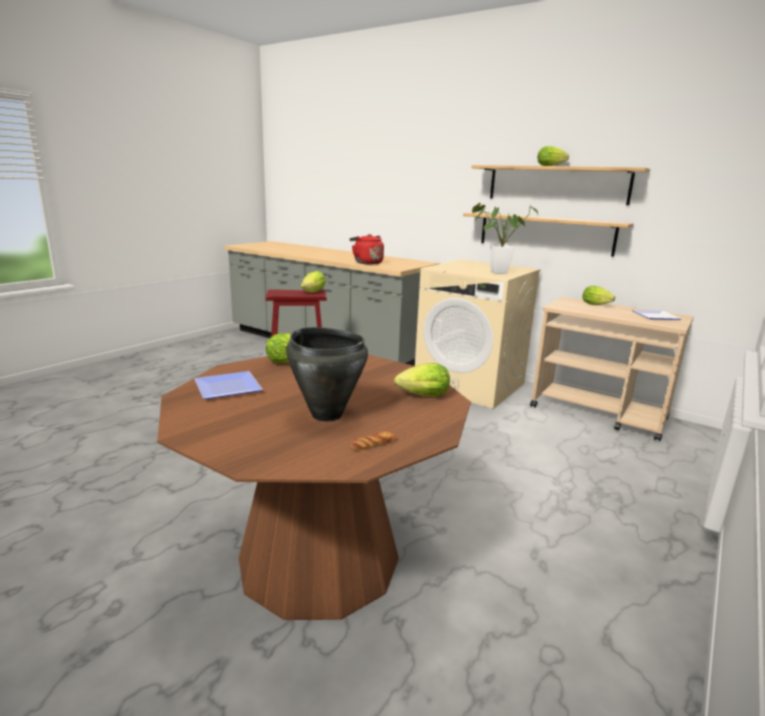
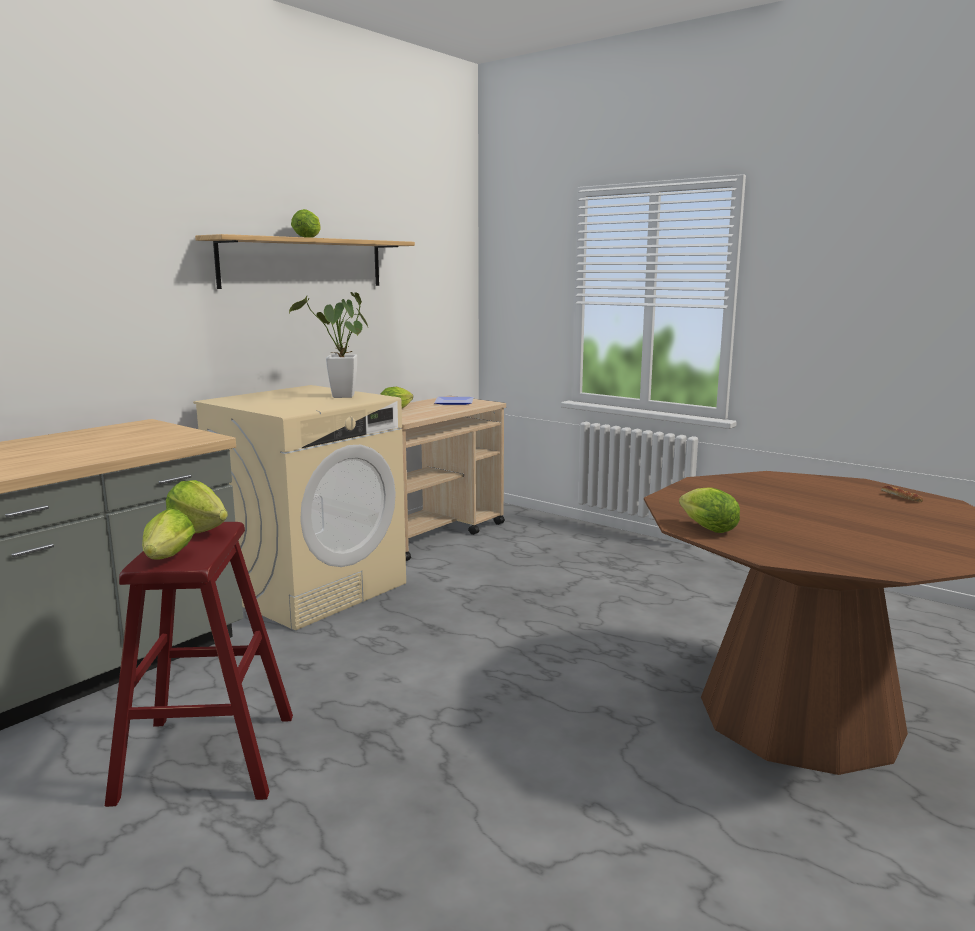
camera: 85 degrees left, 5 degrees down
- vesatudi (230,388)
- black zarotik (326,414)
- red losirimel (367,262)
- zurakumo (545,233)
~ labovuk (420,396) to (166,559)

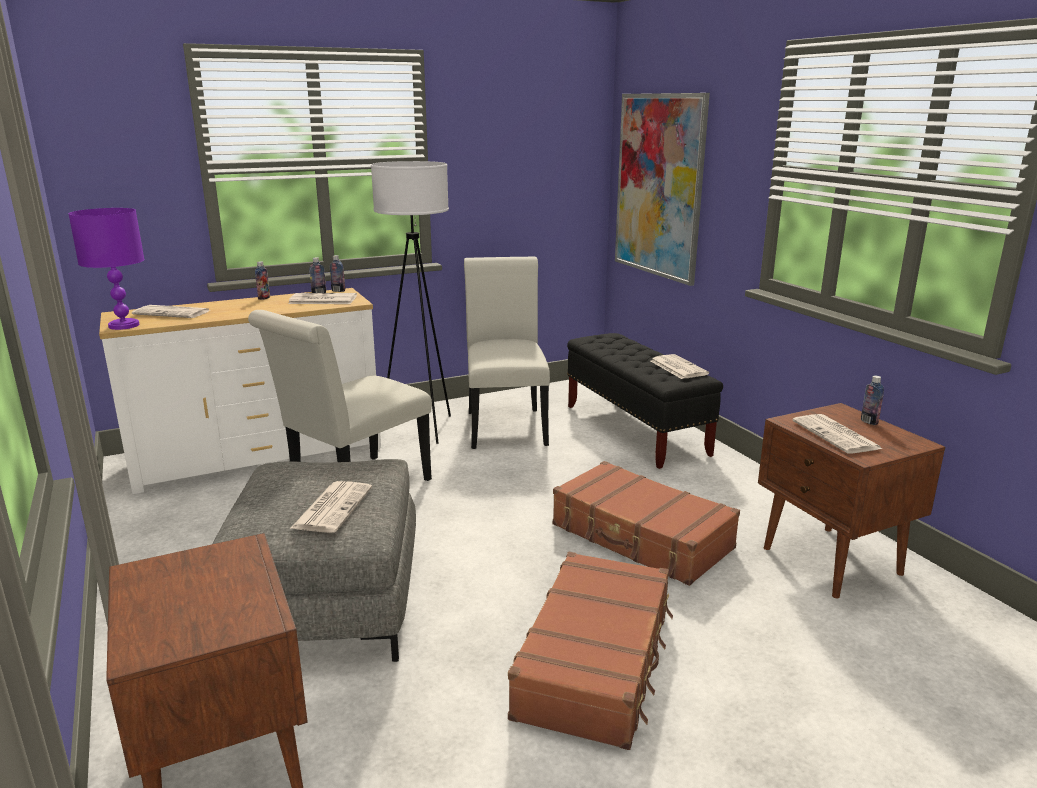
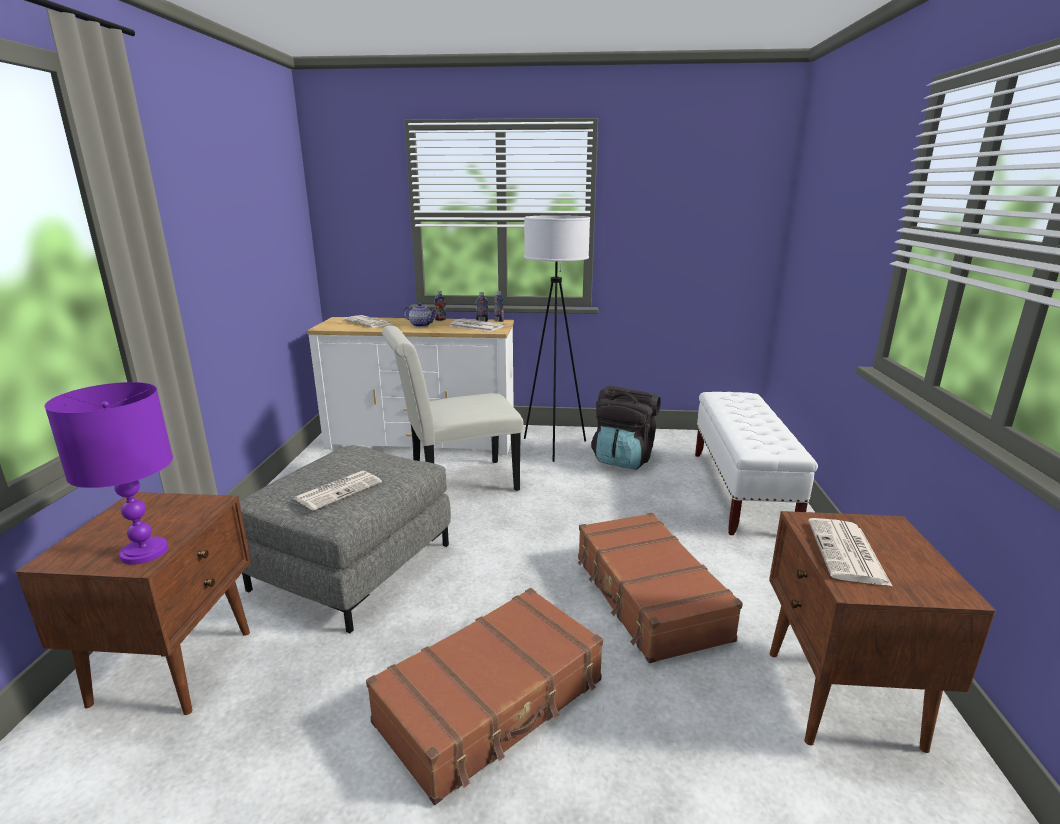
camera: 30 degrees right, 0 degrees up
- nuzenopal (659,186)
- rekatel (677,367)
- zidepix (869,421)
+ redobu (421,325)
~ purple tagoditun (123,326) to (143,552)
~ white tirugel (505,425) to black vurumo (623,459)
~ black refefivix (635,430) to white refefivix (741,492)

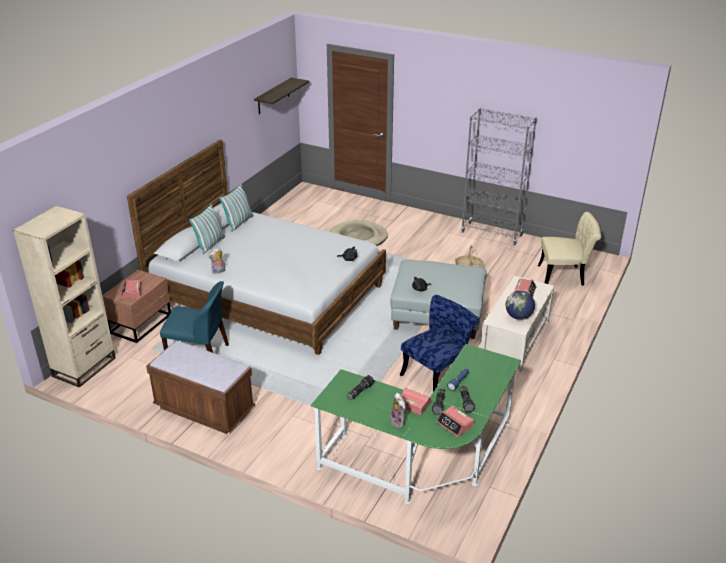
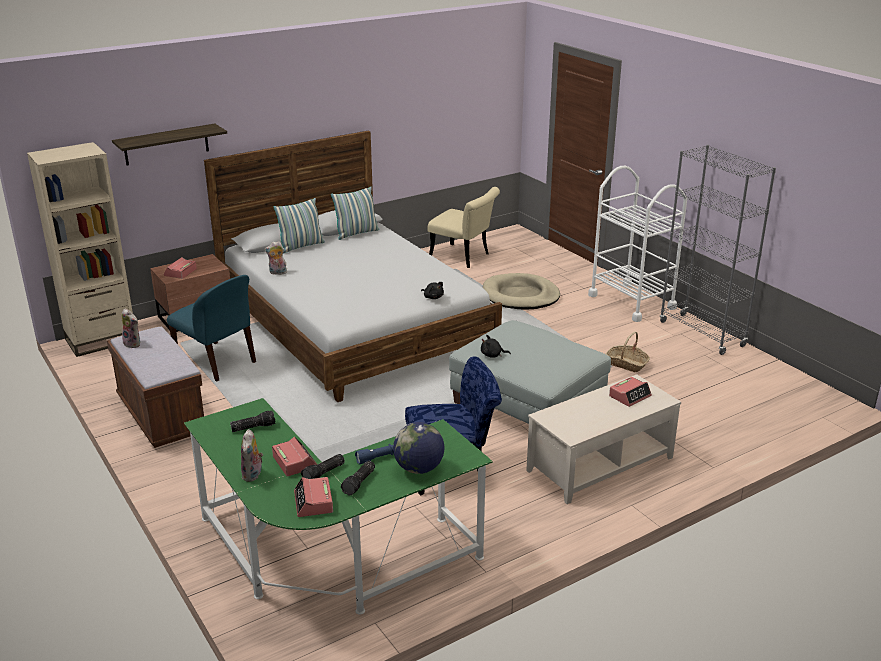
camera: 30 degrees right, 5 degrees down
+ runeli (133,344)
+ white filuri (631,301)
~ zurakumo (273,96) to (166,144)
~ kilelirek (518,317) to (419,468)
~ beige tirugel (565,276) to (463,258)

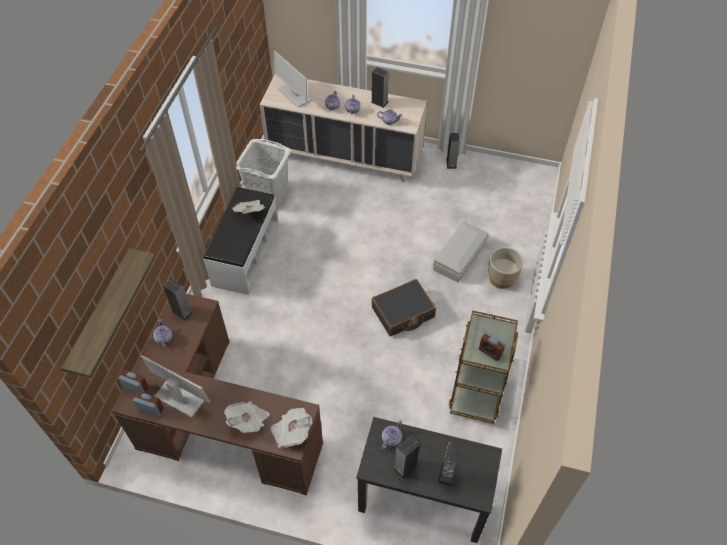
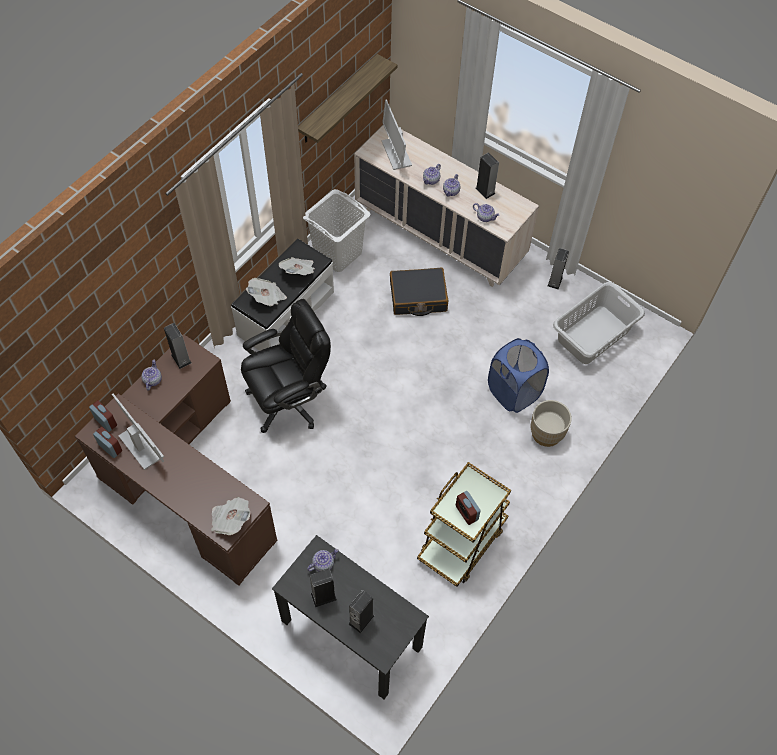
camera: 20 degrees right, 5 degrees up
+ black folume (289,399)
+ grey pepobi (594,335)
~ zurakumo (101,313) to (338,100)
~ rekatel (248,421) to (267,298)
~ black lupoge (403,313) to (418,297)
~ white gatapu (461,256) to blue pepobi (513,392)

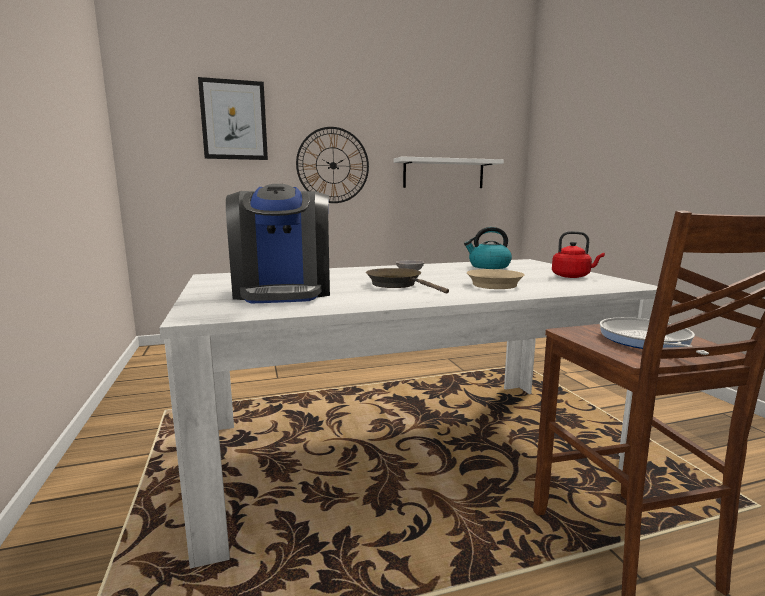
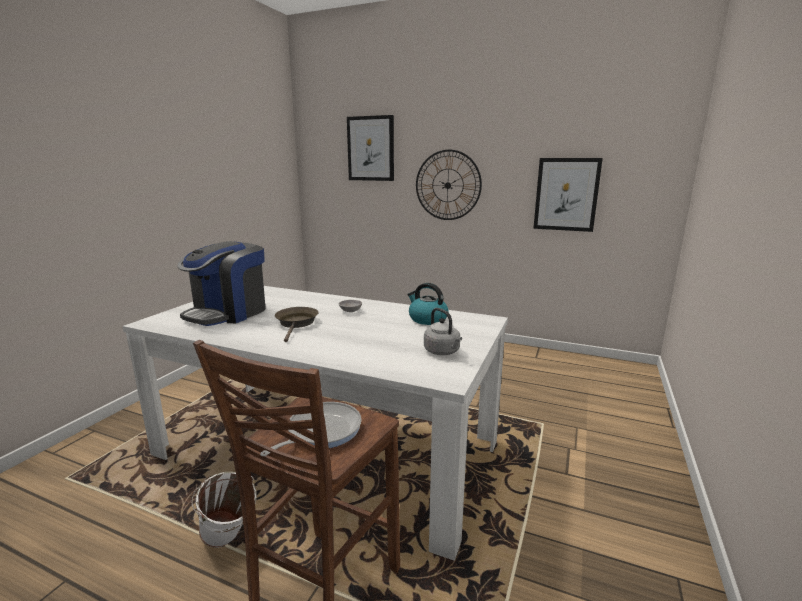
camera: 40 degrees right, 5 degrees up
- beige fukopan (494,284)
+ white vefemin (229,541)
~ white zurakumo (443,174) to nuzenopal (566,194)
~ red losirimel (572,276) to grey losirimel (443,352)

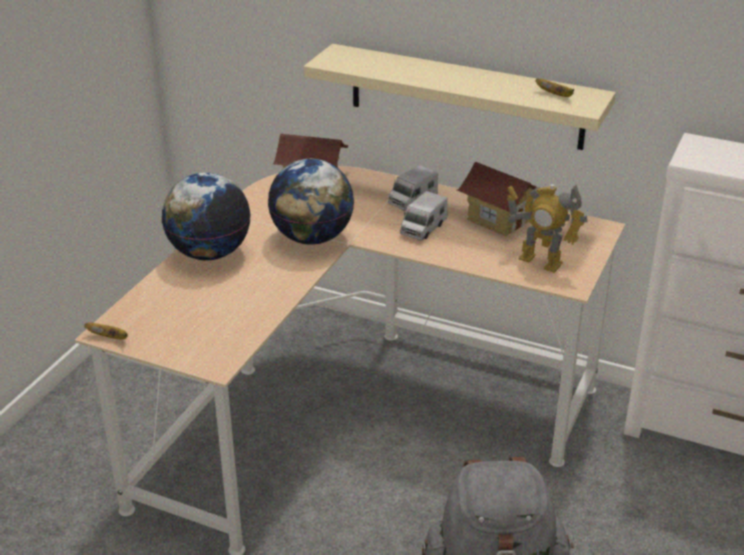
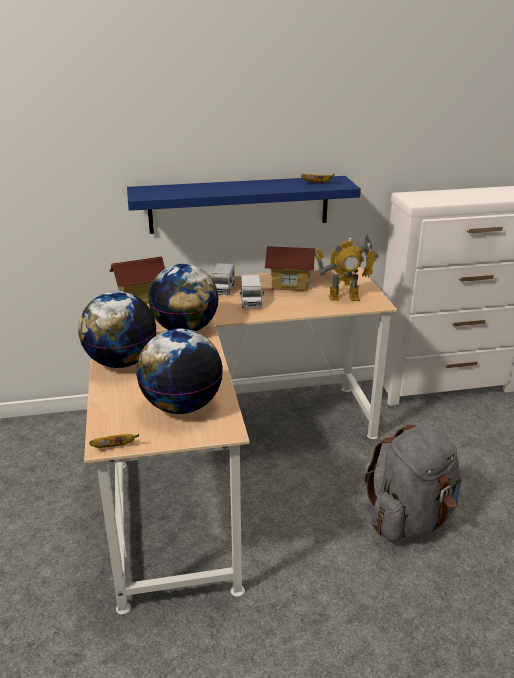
camera: 35 degrees left, 5 degrees down
+ kilelirek (182,406)
~ beige zurakumo (465,96) to blue zurakumo (239,204)

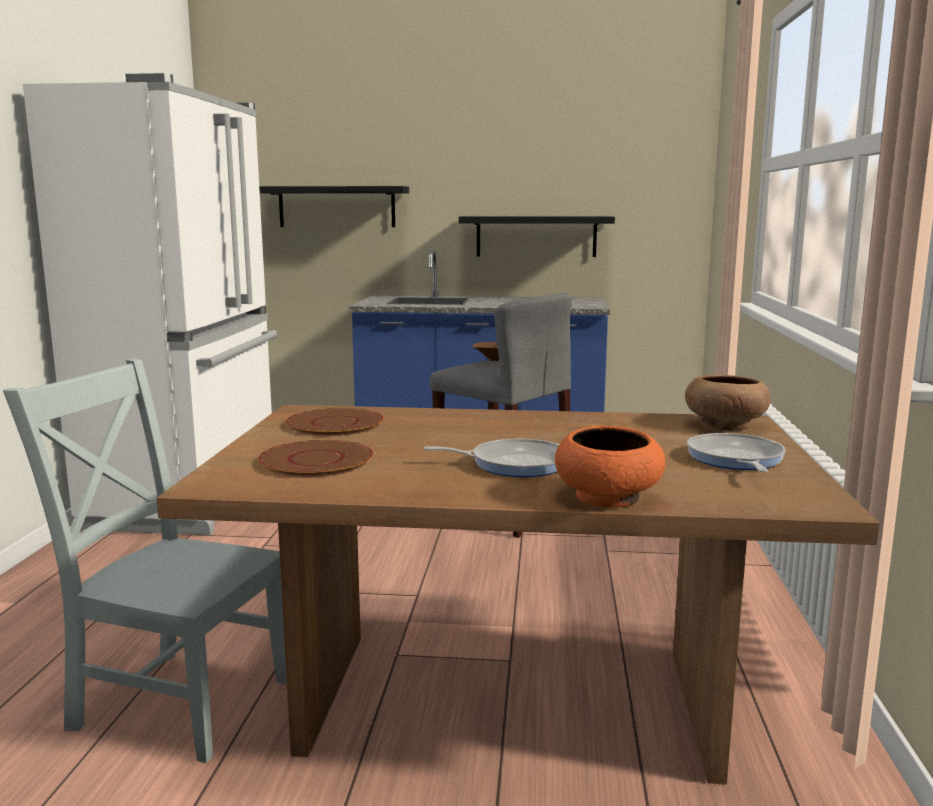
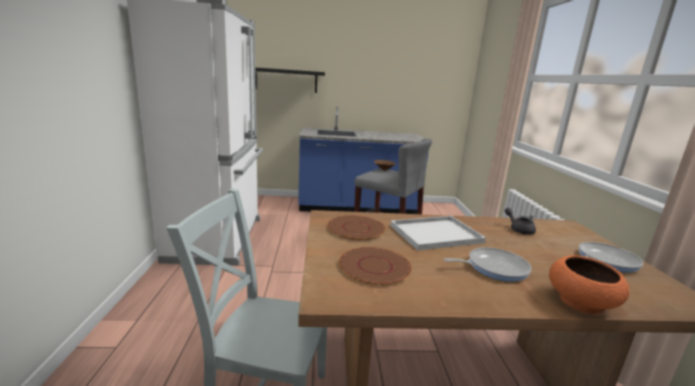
camera: 10 degrees left, 5 degrees up
- black zurakumo (536,236)
- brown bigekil (724,425)
+ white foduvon (434,234)
+ grey redobu (519,229)
~ fukopan (735,460) = (604,260) 75 degrees clockwise

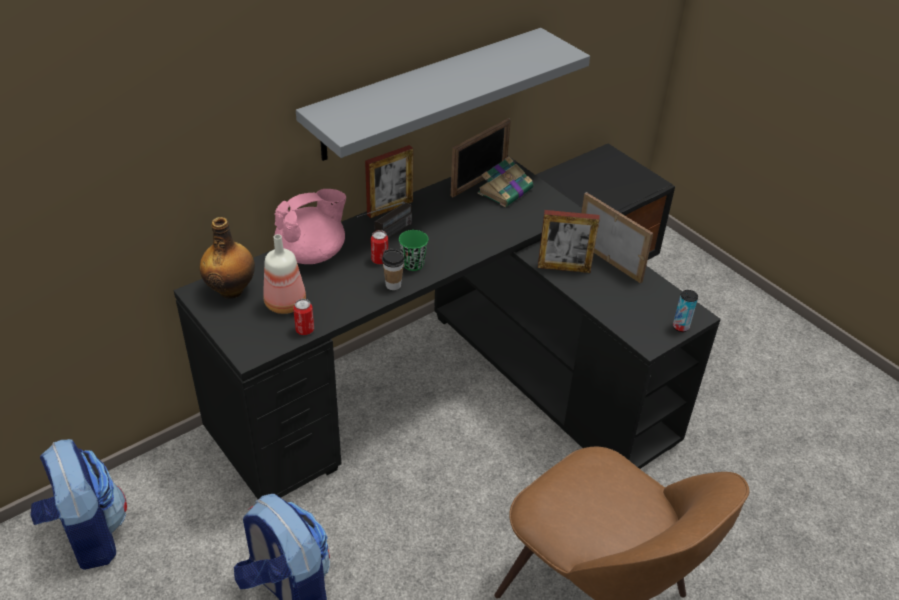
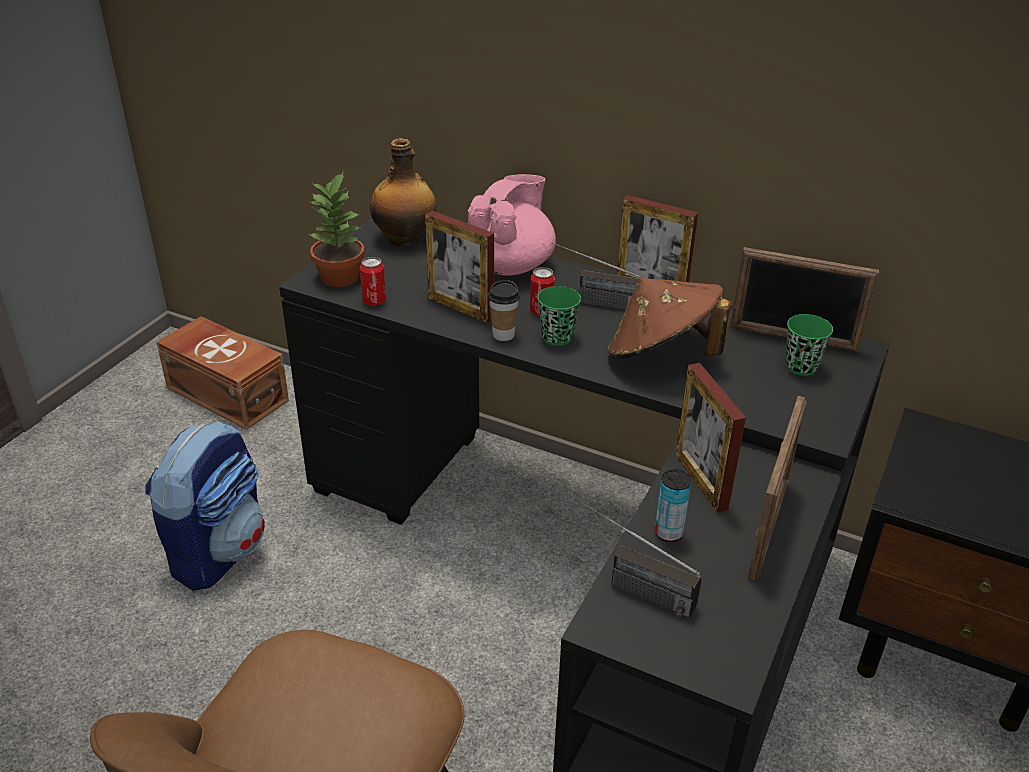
camera: 65 degrees right, 5 degrees down
- zidepix (286,303)
- grey zurakumo (426,93)
+ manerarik (341,277)
+ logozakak (460,308)
+ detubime (631,587)
+ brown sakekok (661,355)
~ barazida (680,327) to (668,533)
~ vurumo (88,534) to brown gatapu (227,393)
~ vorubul (506,190) to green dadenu (801,367)
~ pink redobu (312,254) = (509,265) 90 degrees counterclockwise

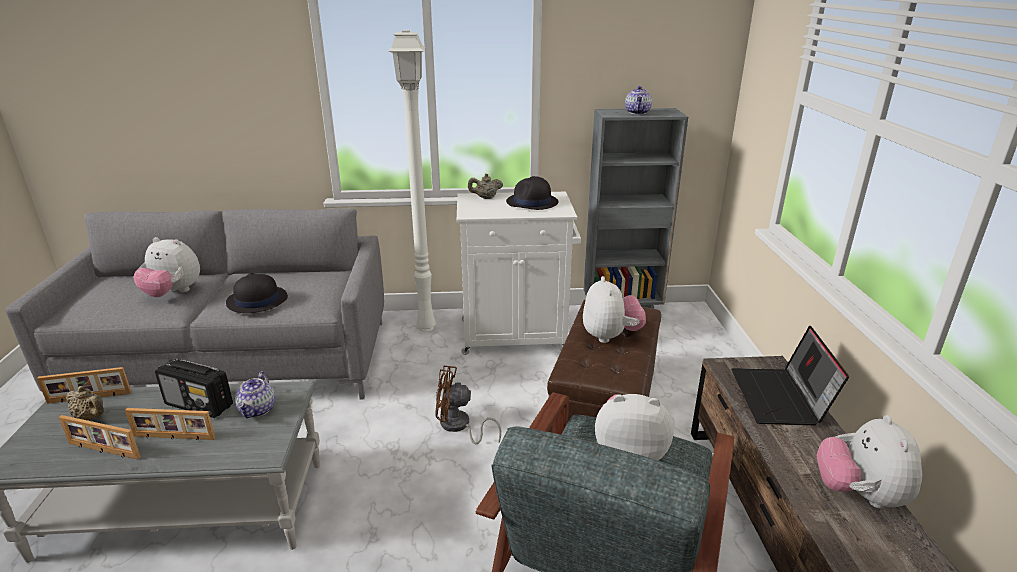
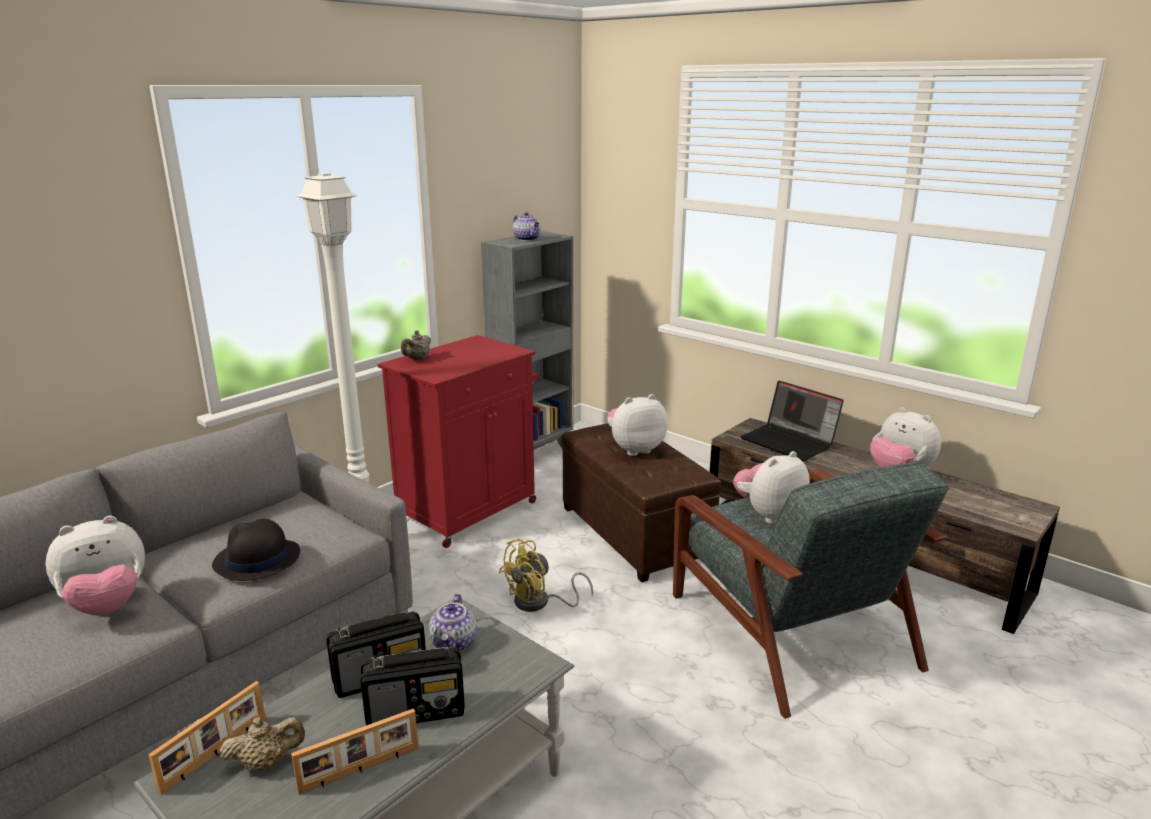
camera: 45 degrees left, 5 degrees down
- black sakekok (532,202)
~ logozakak (173,438) to detubime (416,712)
~ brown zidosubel (459,427) to yellow zidosubel (539,603)
~ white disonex (516,335) to red disonex (469,510)
~ redobu (258,410) = (454,643) 45 degrees clockwise
~ runeli (610,336) = (635,449) 60 degrees counterclockwise

